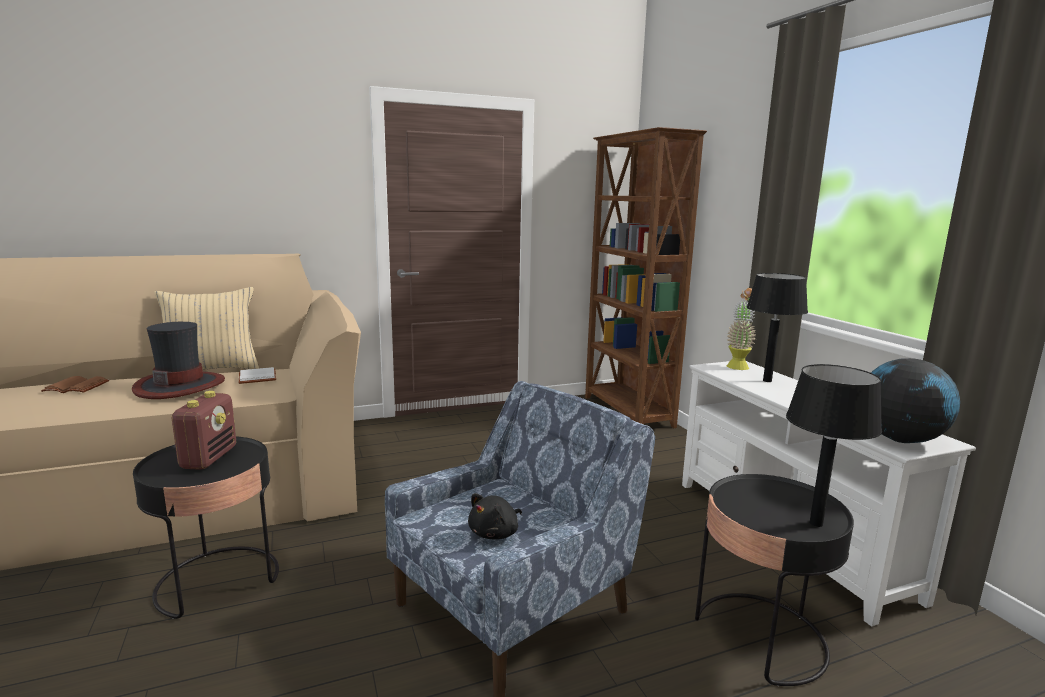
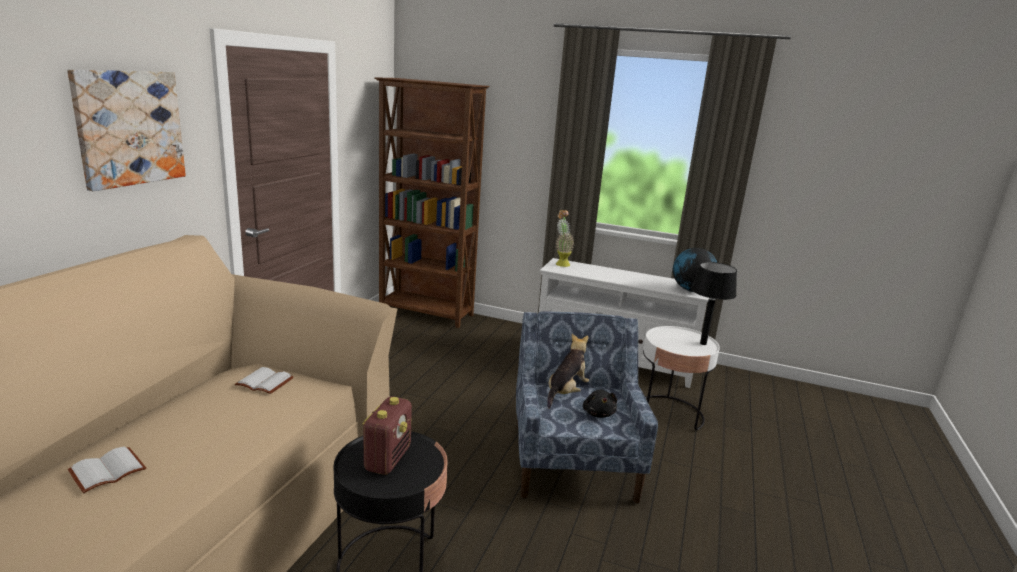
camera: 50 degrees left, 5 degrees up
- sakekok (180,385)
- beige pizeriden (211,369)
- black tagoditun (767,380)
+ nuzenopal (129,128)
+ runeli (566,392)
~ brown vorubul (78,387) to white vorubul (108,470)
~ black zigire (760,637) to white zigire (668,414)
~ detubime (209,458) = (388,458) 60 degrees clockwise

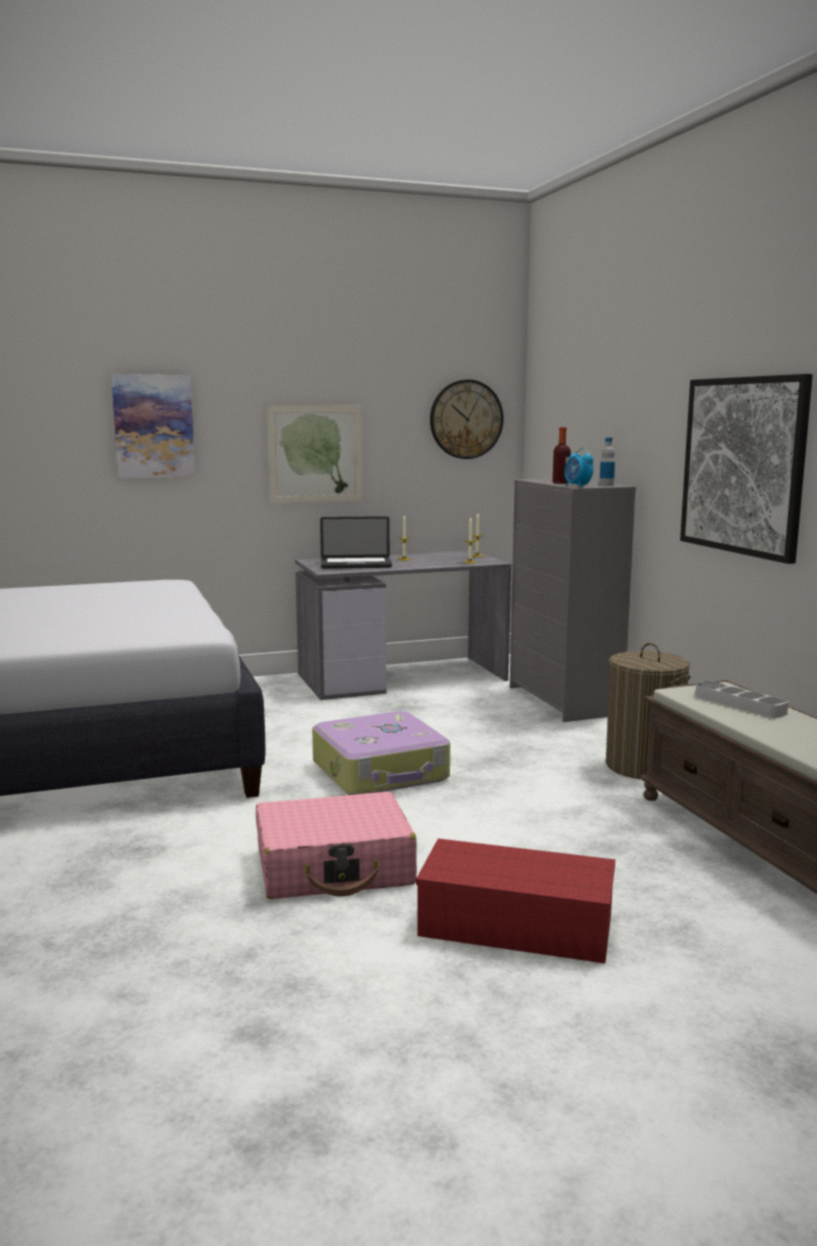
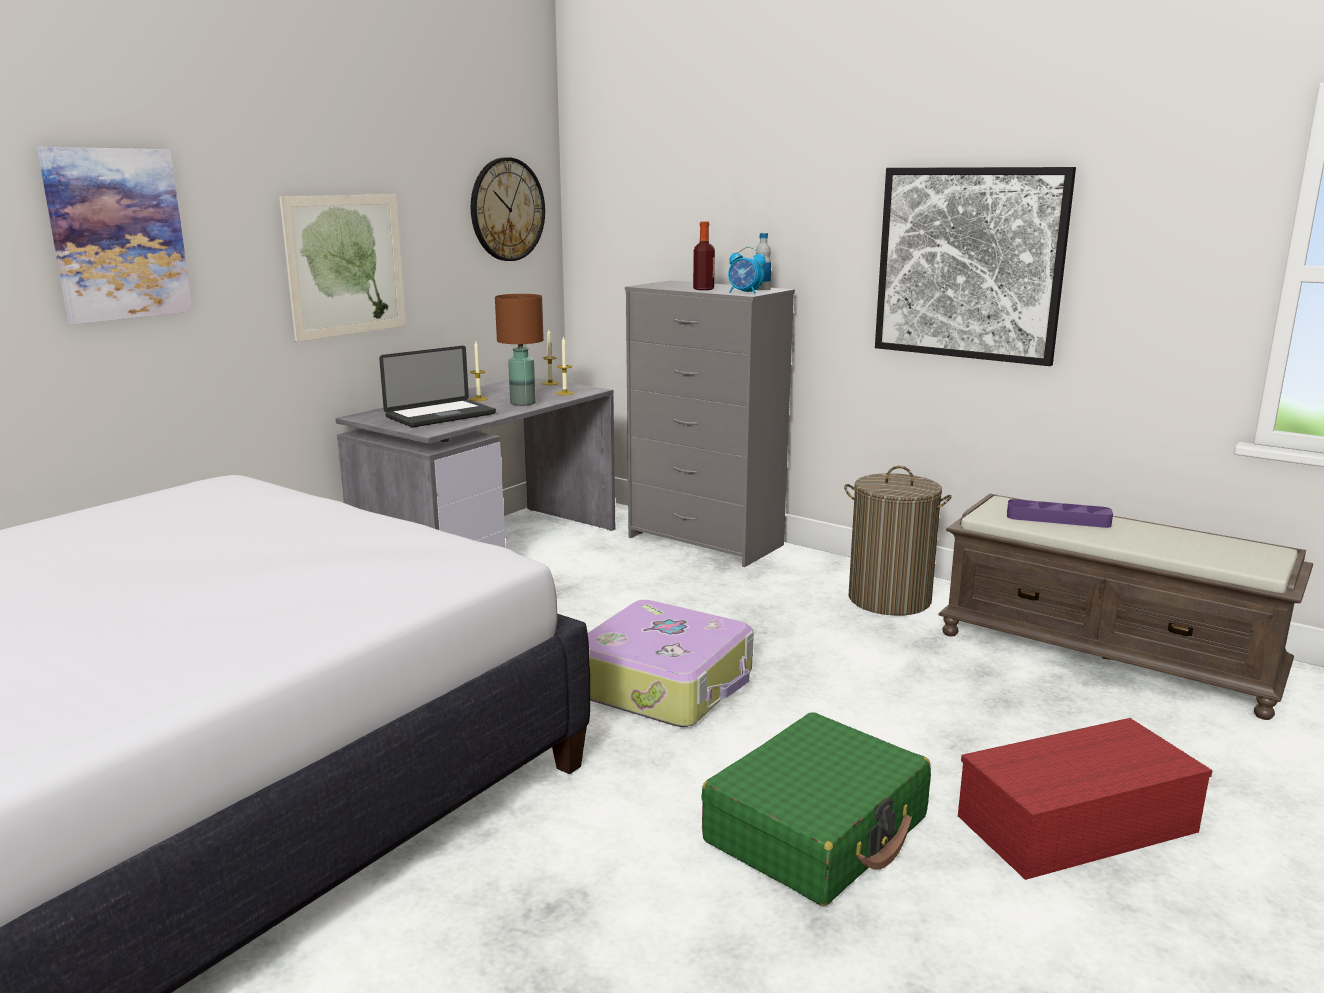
camera: 35 degrees left, 5 degrees up
+ brown tagoditun (523,403)
~ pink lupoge (335,867) to green lupoge (817,830)
~ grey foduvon (739,704) to purple foduvon (1058,519)

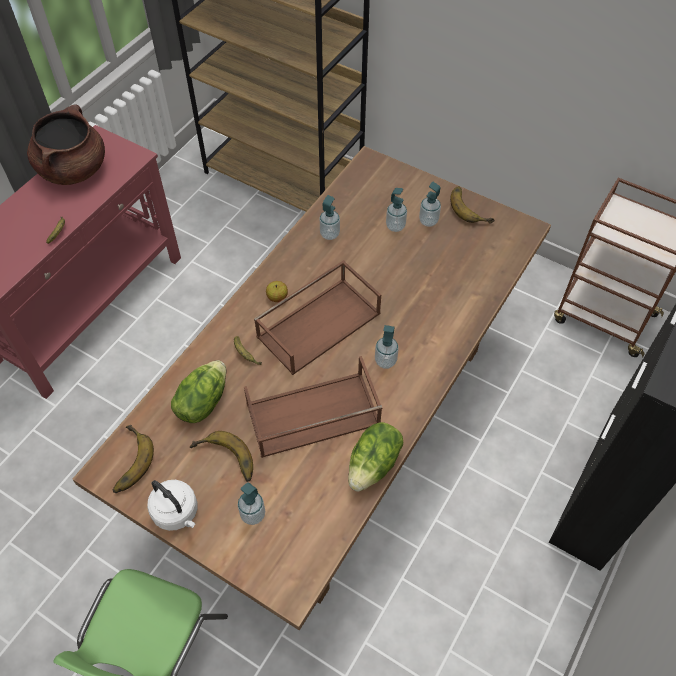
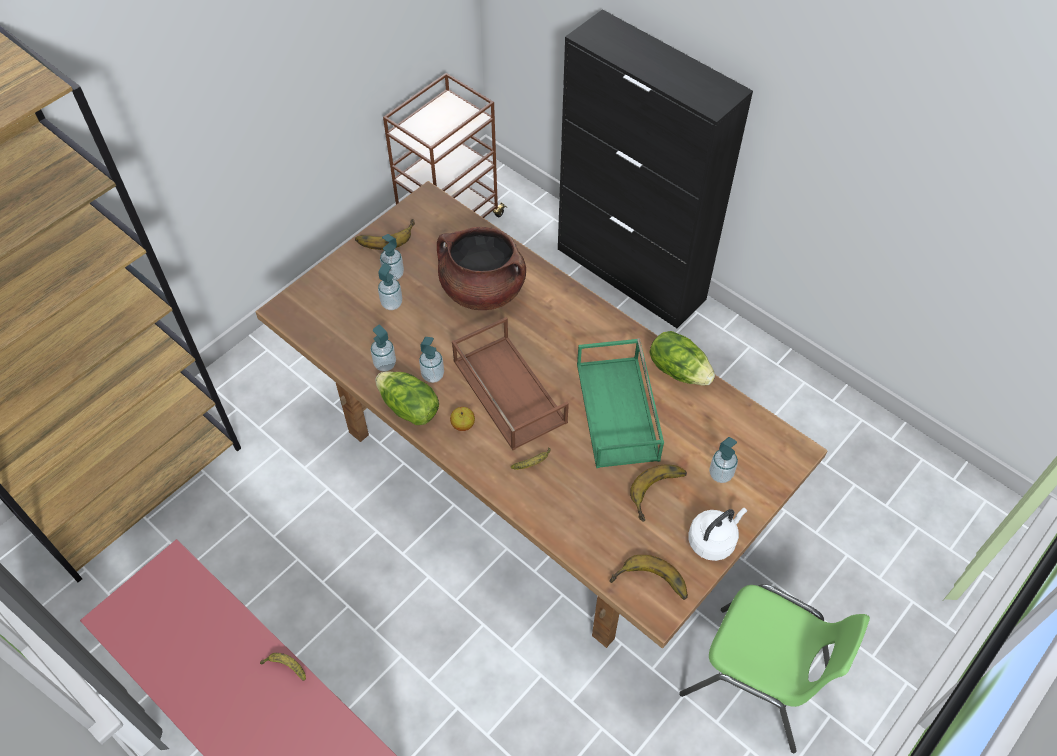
camera: 80 degrees left, 0 degrees up
~ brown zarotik (73,170) to (482,290)
~ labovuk (202,402) to (408,408)
~ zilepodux (385,361) to (433,375)
~ brown foduvon (312,416) to green foduvon (619,412)

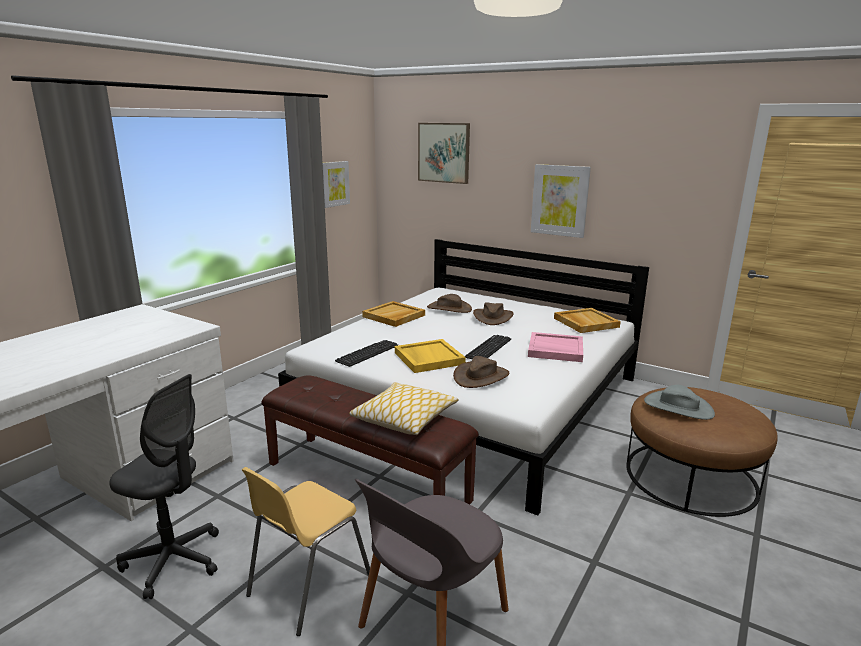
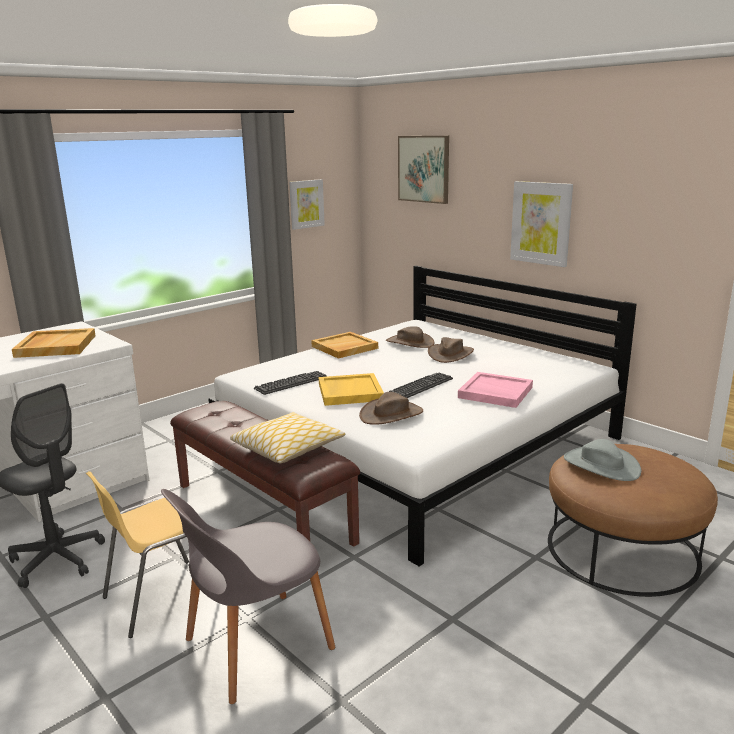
camera: 15 degrees right, 0 degrees up
~ beige foduvon (585,322) to (55,346)

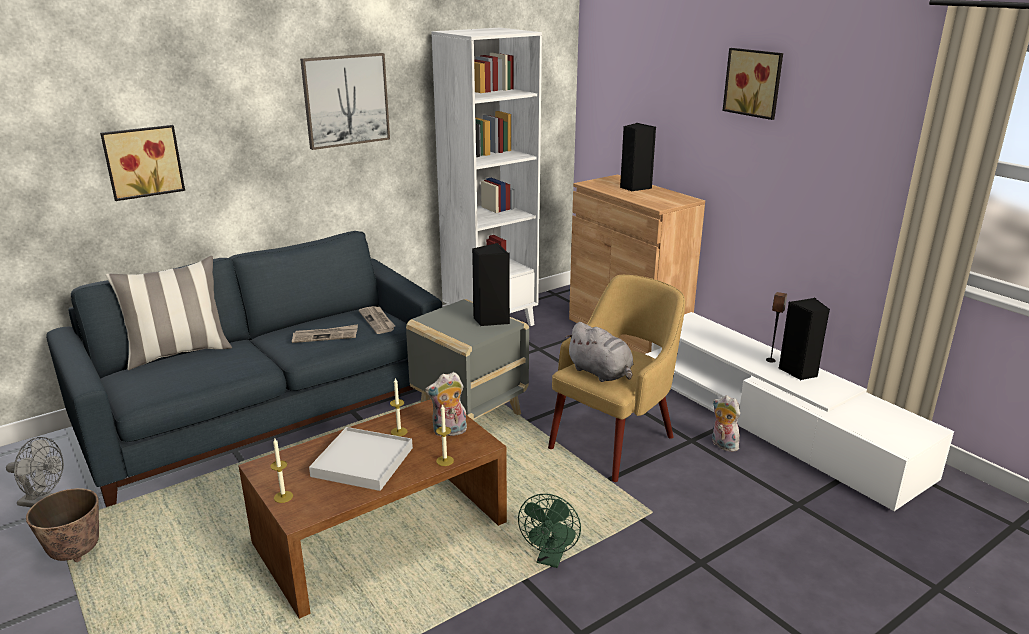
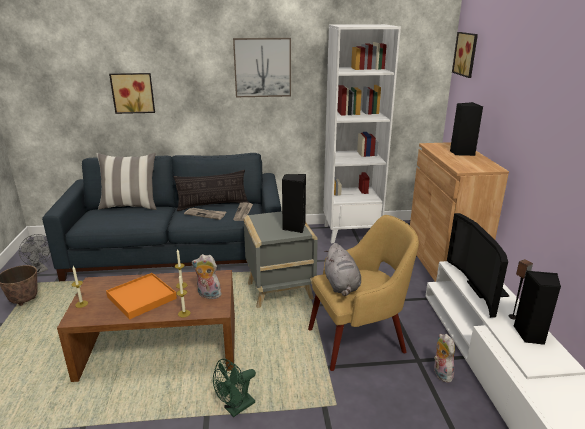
camera: 30 degrees right, 0 degrees up
+ pizeriden (213,205)
+ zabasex (481,288)
~ nuzenopal (754,82) to (467,54)
~ white foduvon (362,462) to orange foduvon (142,297)

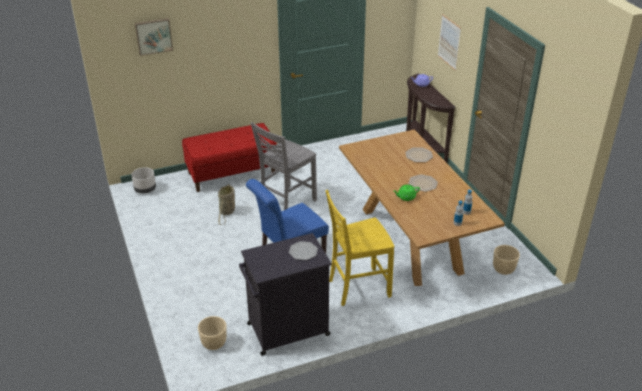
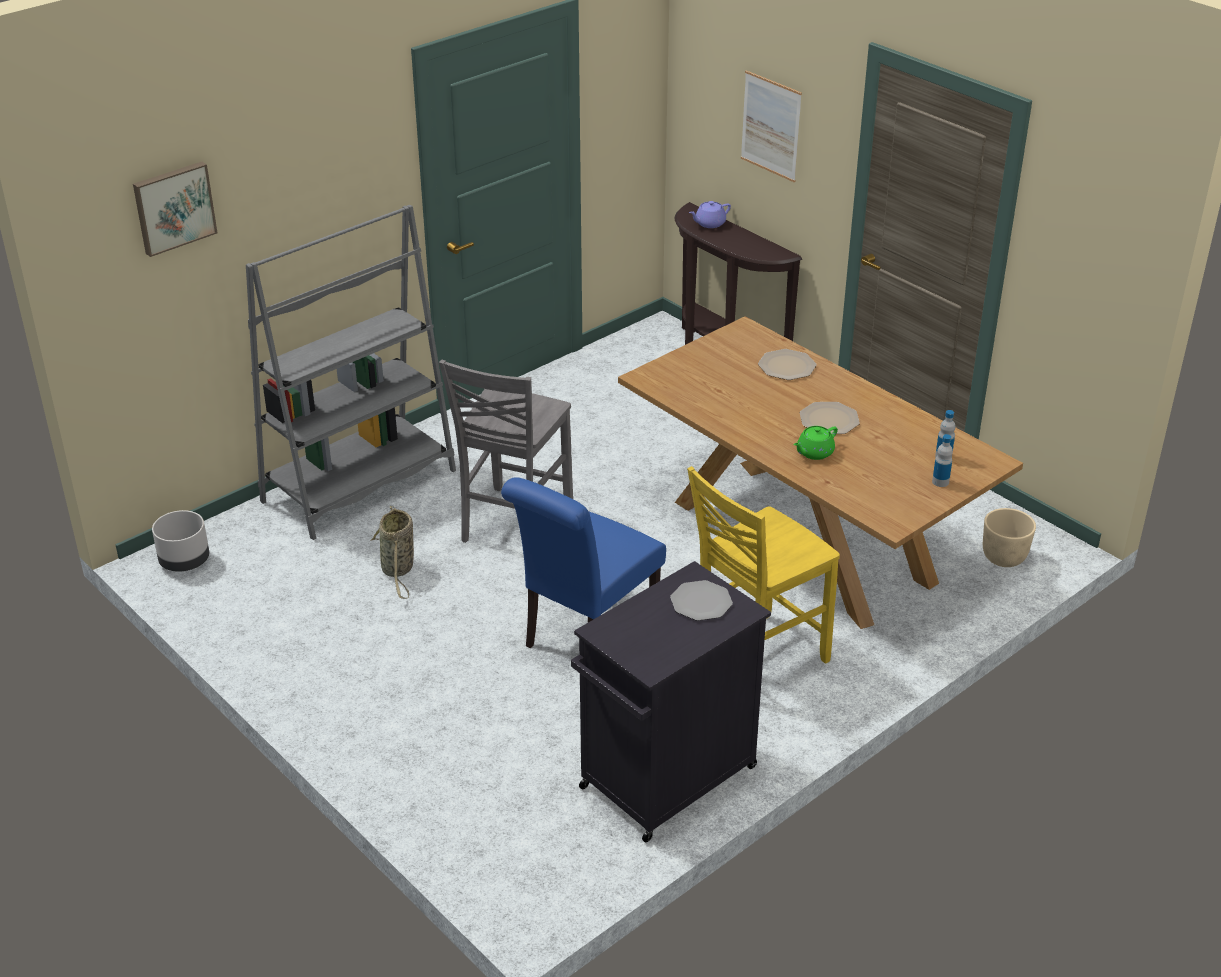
camera: 20 degrees left, 0 degrees up
- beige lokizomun (213,344)
~ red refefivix (232,173) to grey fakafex (360,486)

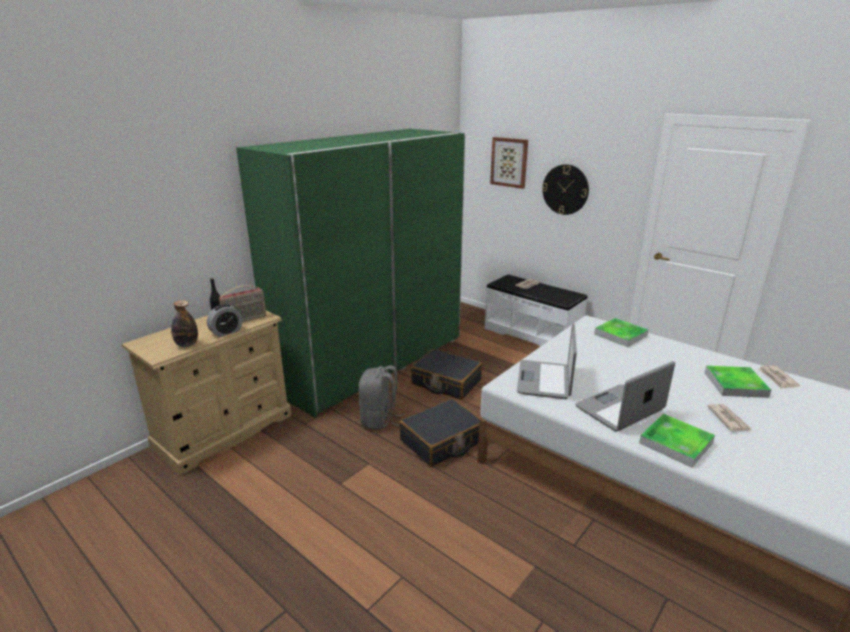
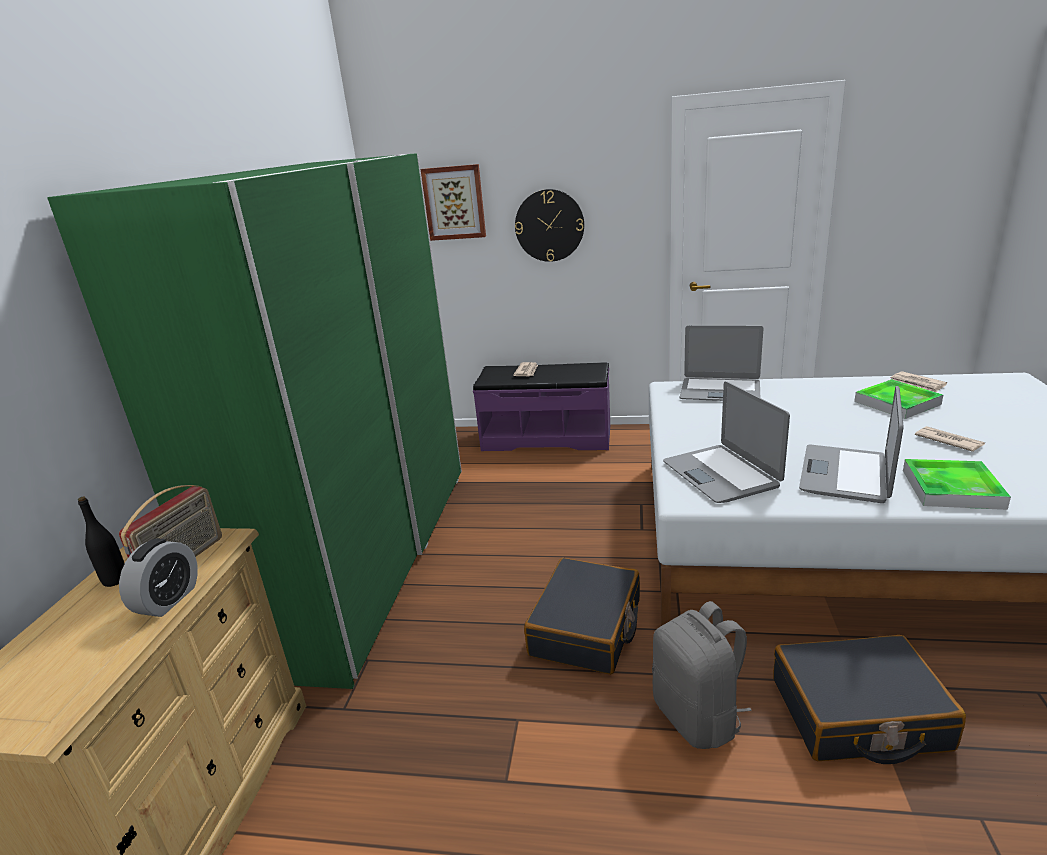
camera: 30 degrees left, 0 degrees up
- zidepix (187,344)
~ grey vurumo (379,420) to (698,717)
~ black lupoge (446,382) to (858,714)
~ foduvon (620,335) to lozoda (720,391)
~ white refefivix (532,334) to purple refefivix (547,437)

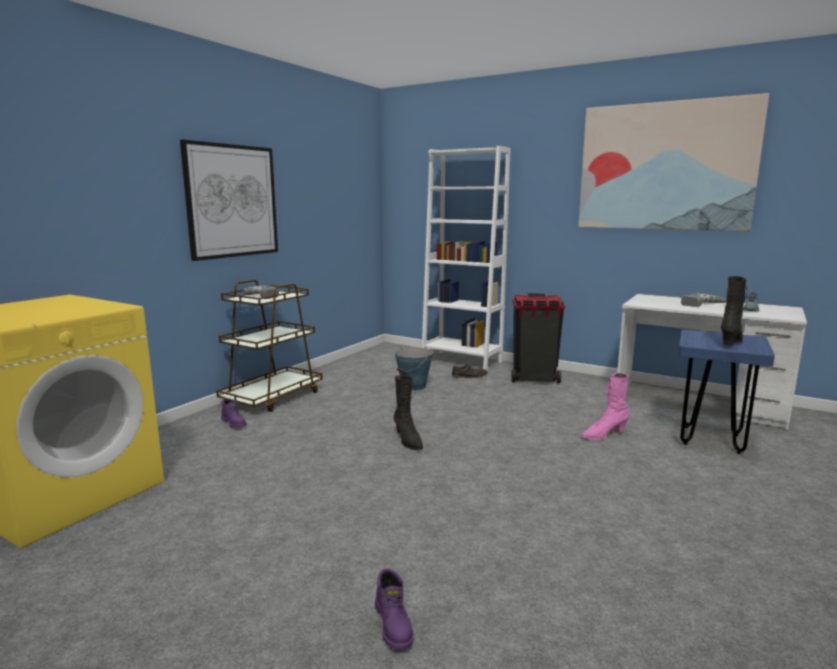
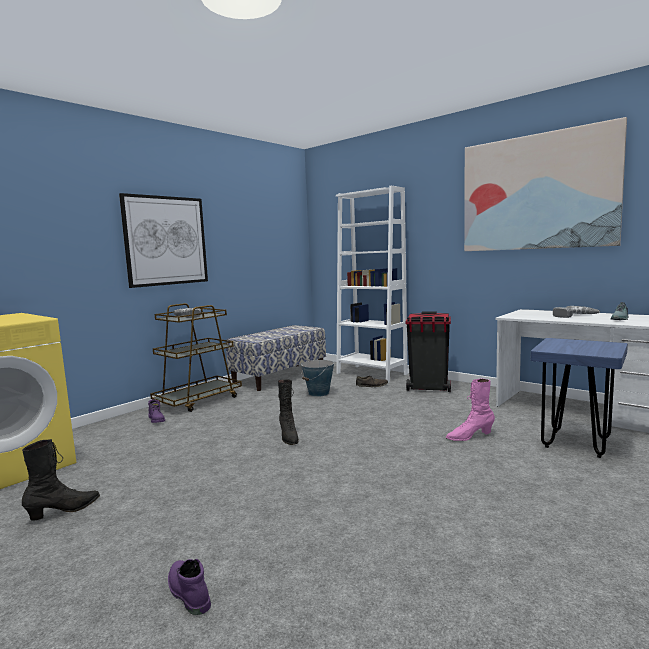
camera: 10 degrees right, 5 degrees down
+ refefivix (279,376)
~ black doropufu (731,343) to (64,511)
~ purple doropufu (394,625) = (187,593) 150 degrees clockwise

